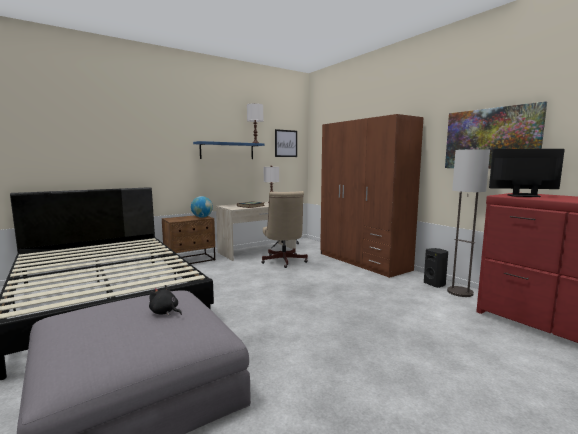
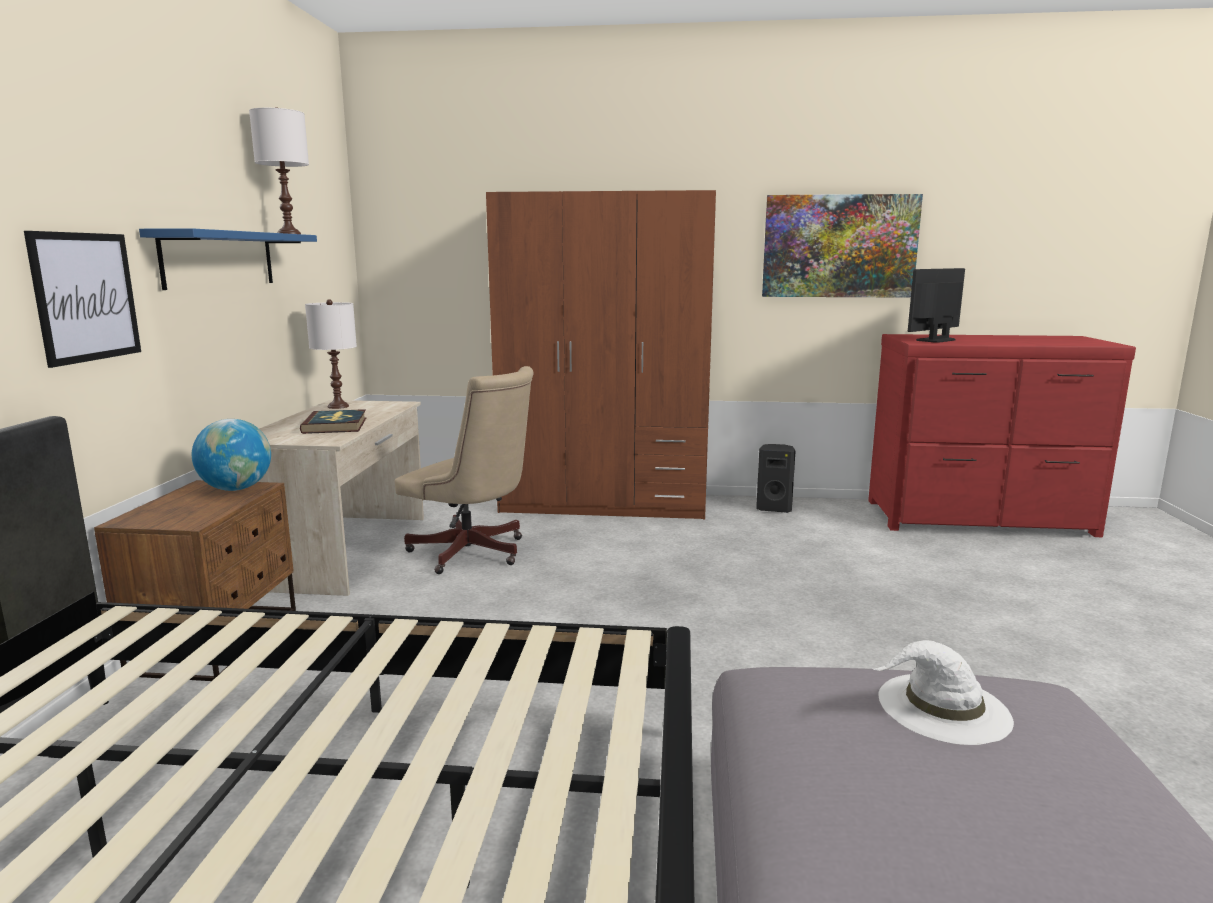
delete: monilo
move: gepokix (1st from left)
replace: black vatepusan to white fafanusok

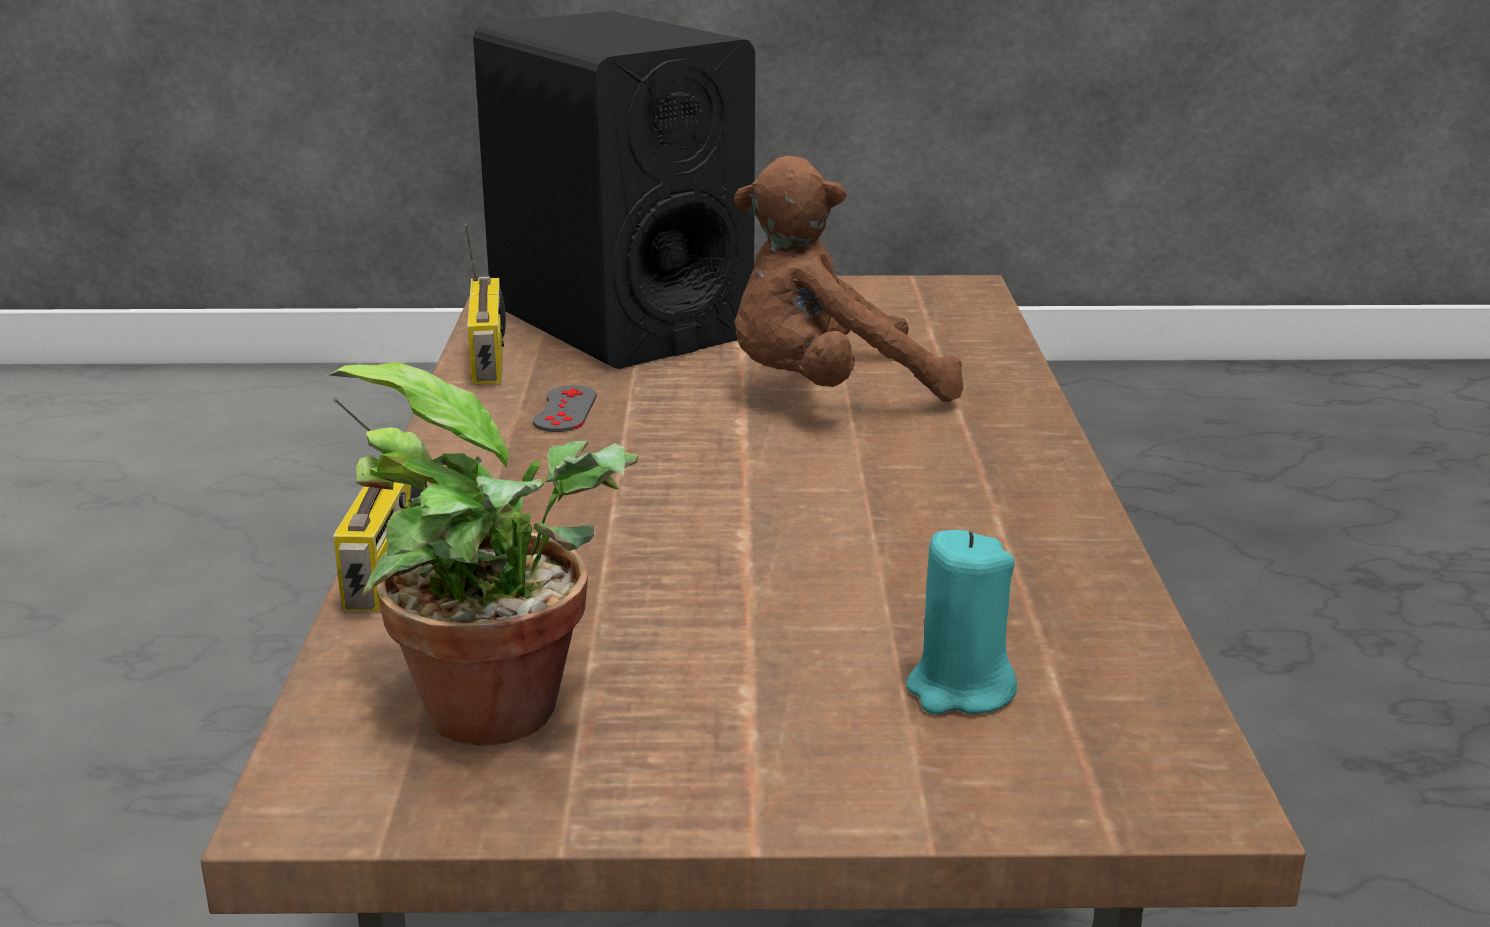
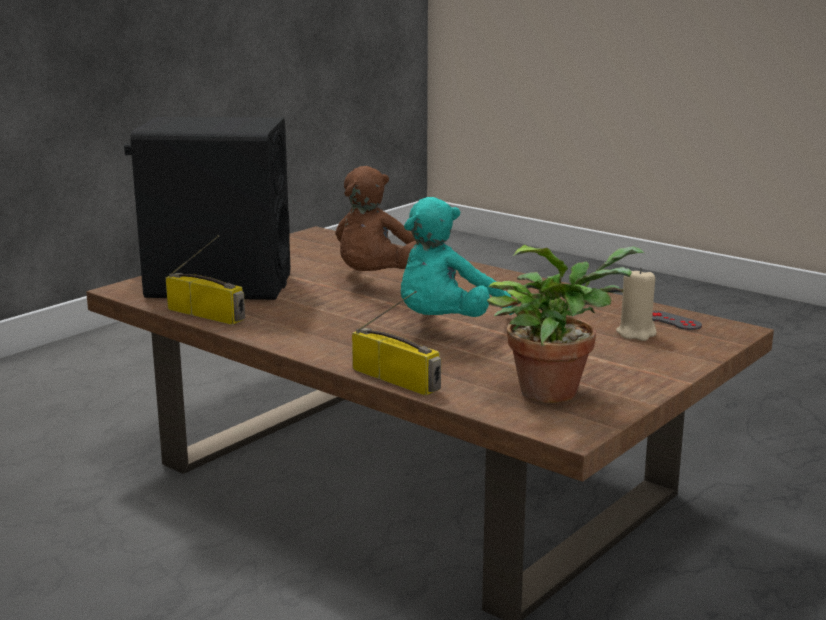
insert: turquoise vatepusan
move: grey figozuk
recolor: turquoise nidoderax to beige nidoderax

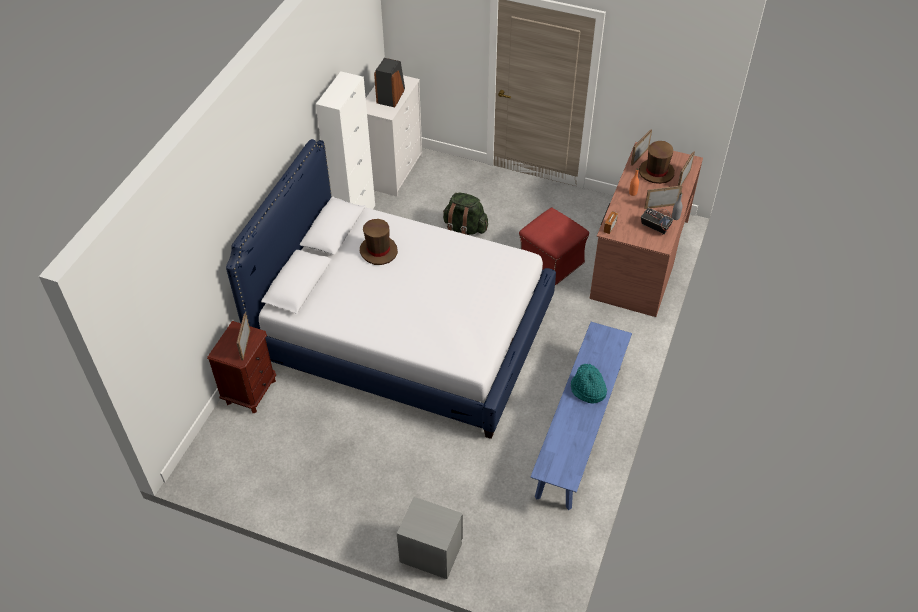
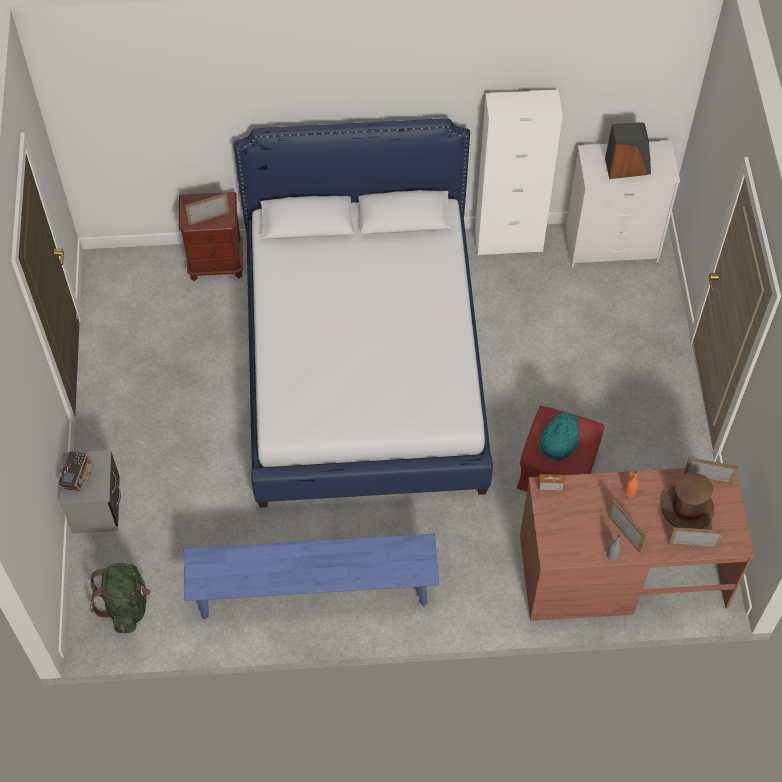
delete: brown fafanusok (1st from left)
move: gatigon (2nd from left in the first image) to gatigon (1st from left); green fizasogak; turquoise fafanusok

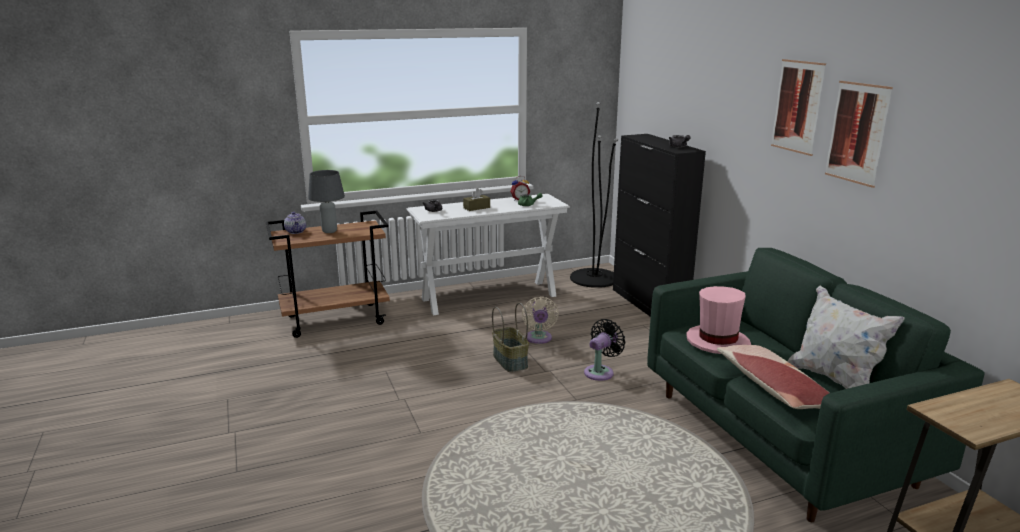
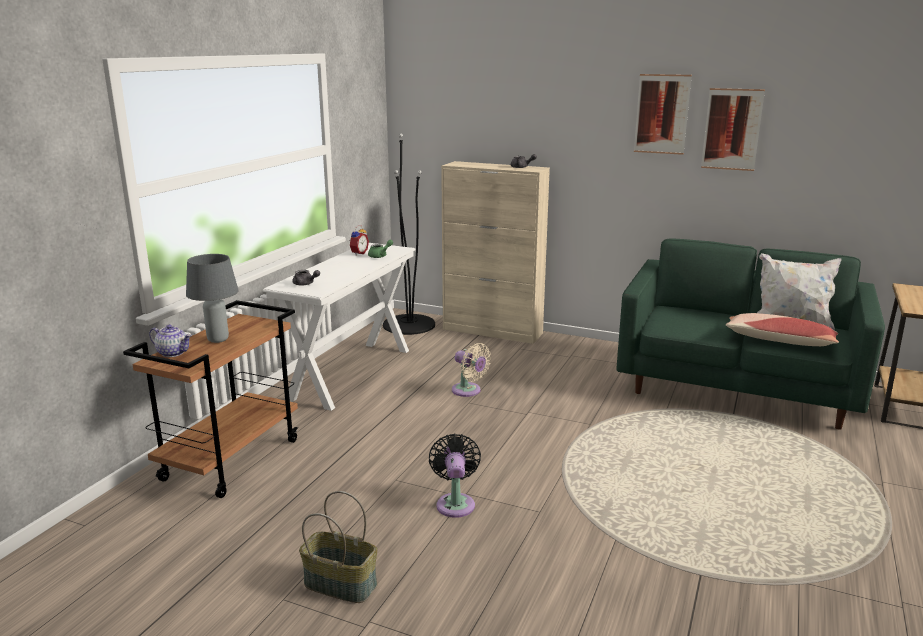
delete: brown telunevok; pink fafanusok
move: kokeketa; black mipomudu
recolor: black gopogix to beige gopogix

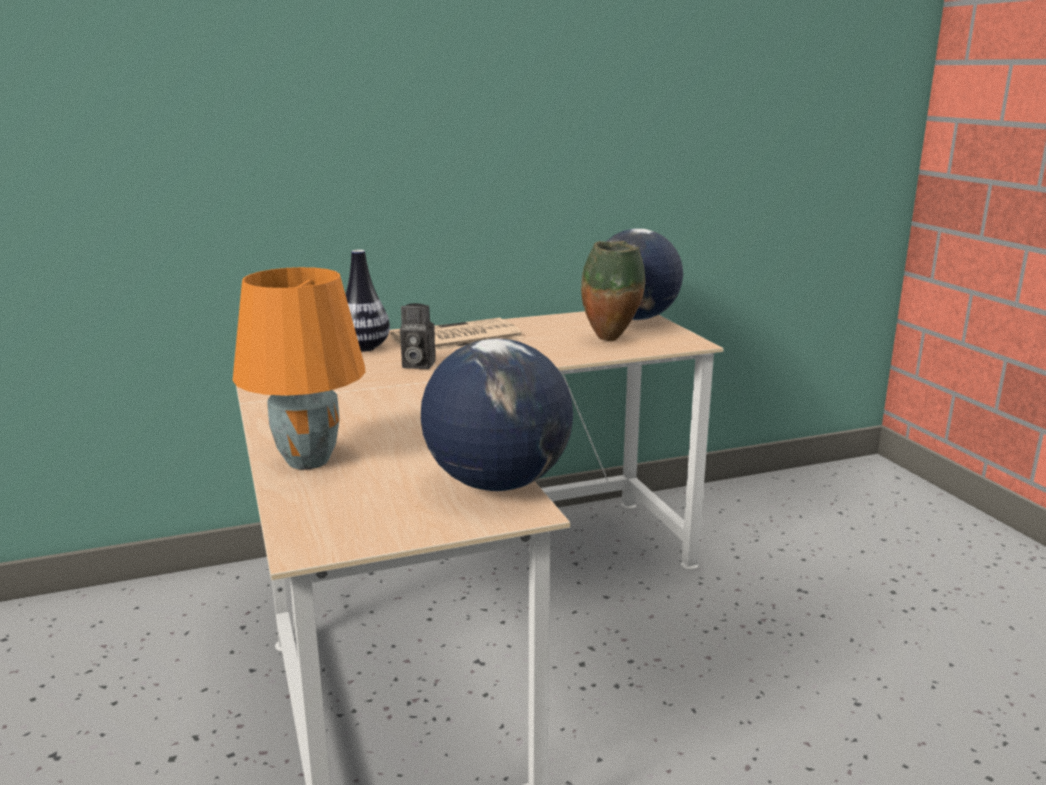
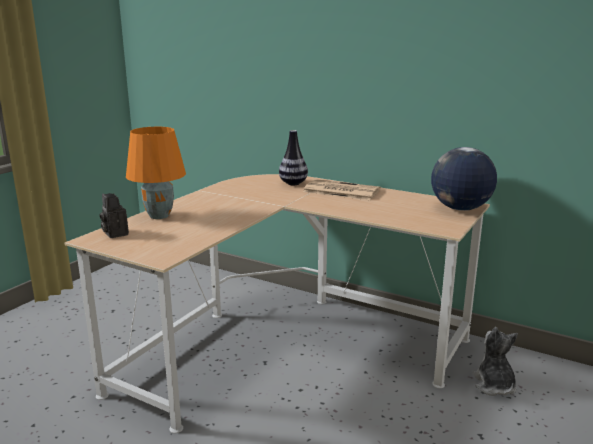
delete: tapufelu (1st from left); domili (2nd from left)
insert: vatepusan
move: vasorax

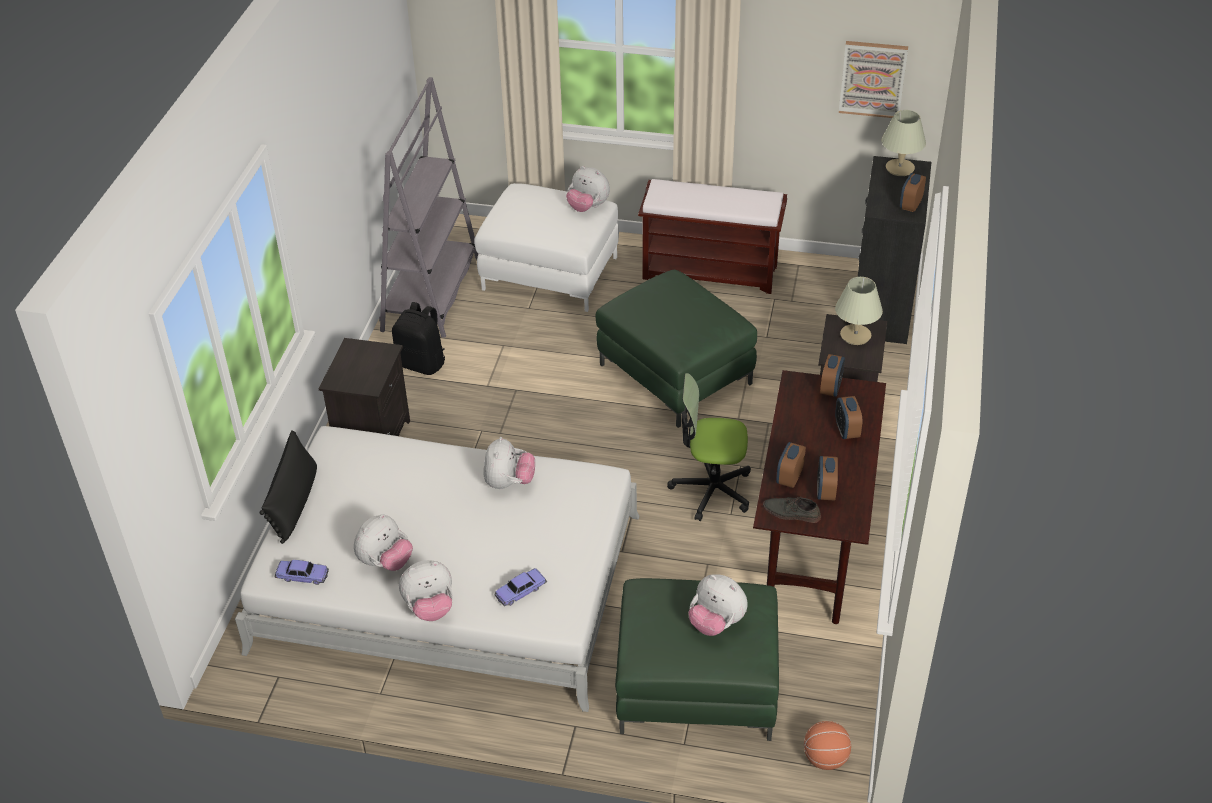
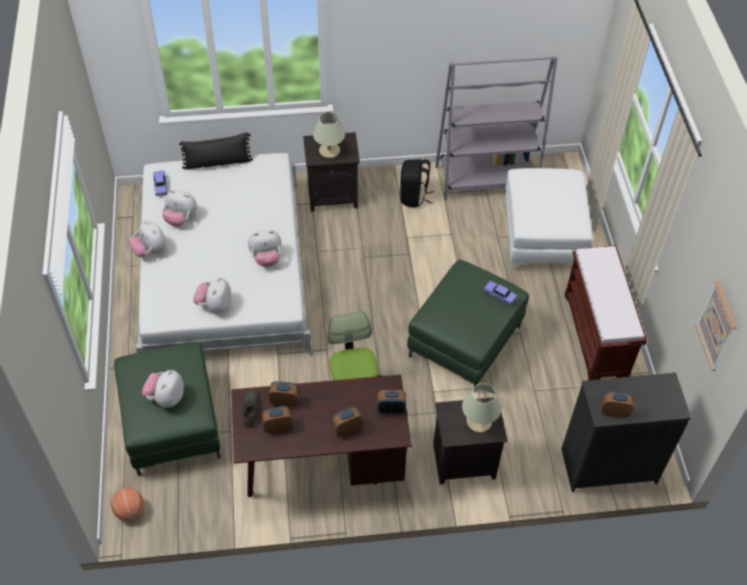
move: vatepusan (4th from left); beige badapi (2nd from left in the first image) to beige badapi (1st from left); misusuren (2nd from left)

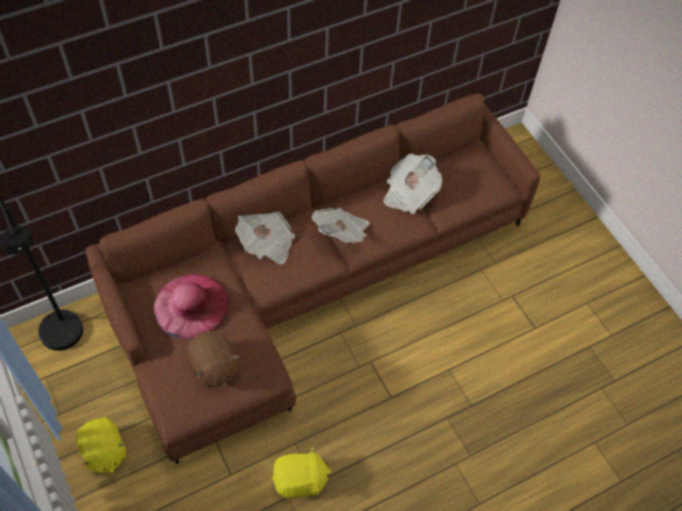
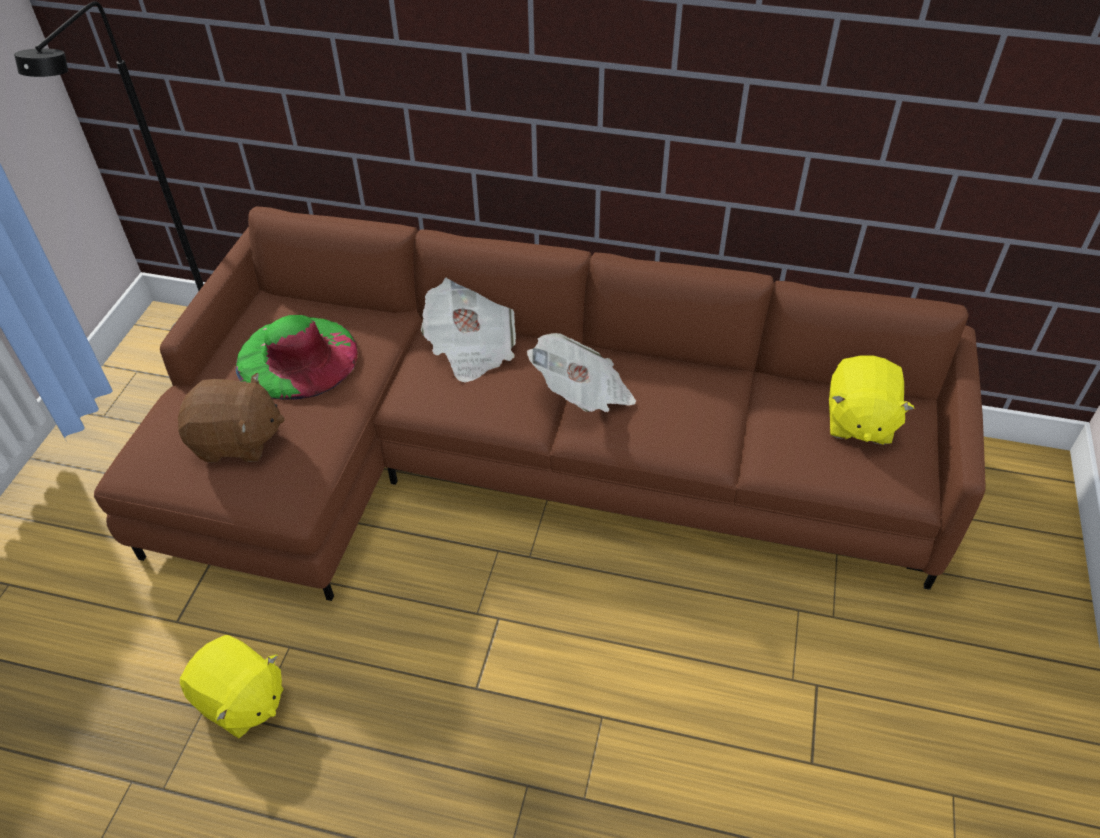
delete: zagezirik (3rd from left)
move: yellow vatepusan (1st from left in the first image) to yellow vatepusan (2nd from left)
recolor: pink fafanusok to green fafanusok
rotate: brown vatepusan 105 degrees counterclockwise

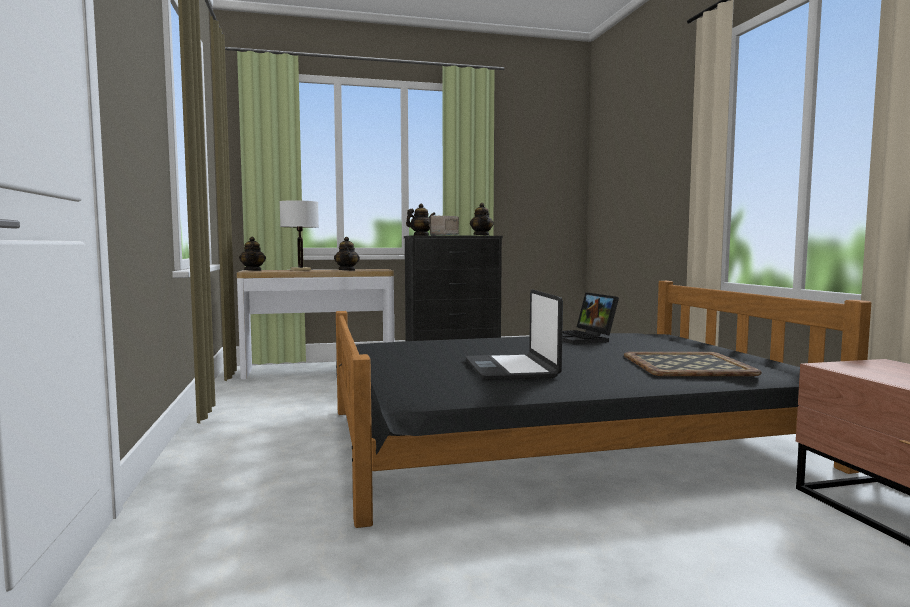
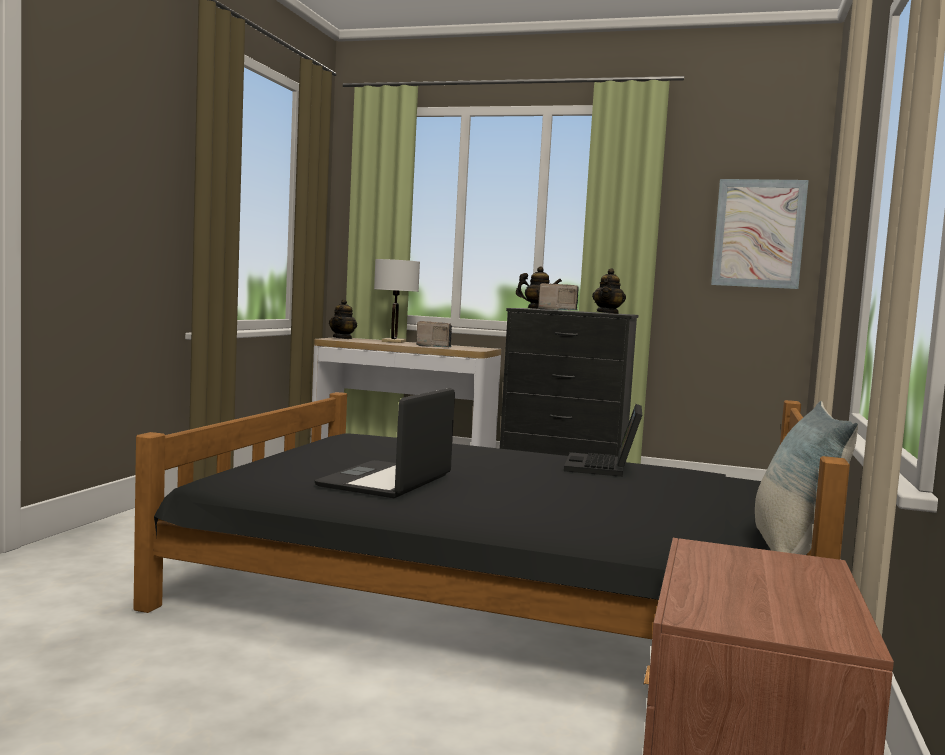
delete: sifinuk
insert: gepokix; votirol
replace: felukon (2nd from left) to gatigon (1st from left)

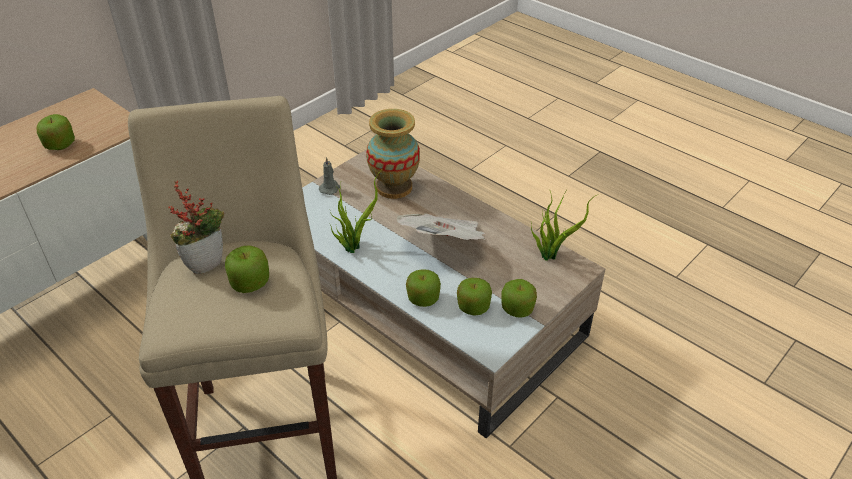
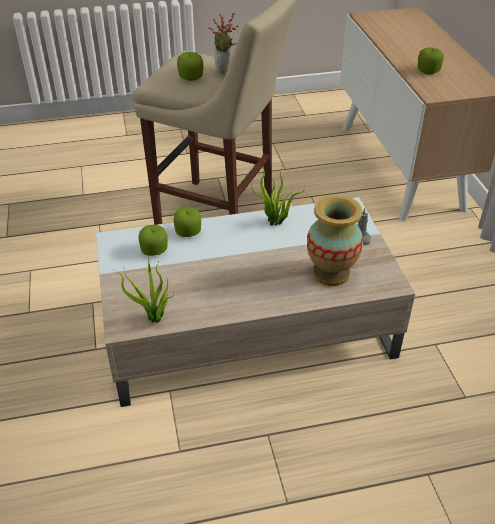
delete: zagezirik; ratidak (5th from left)

